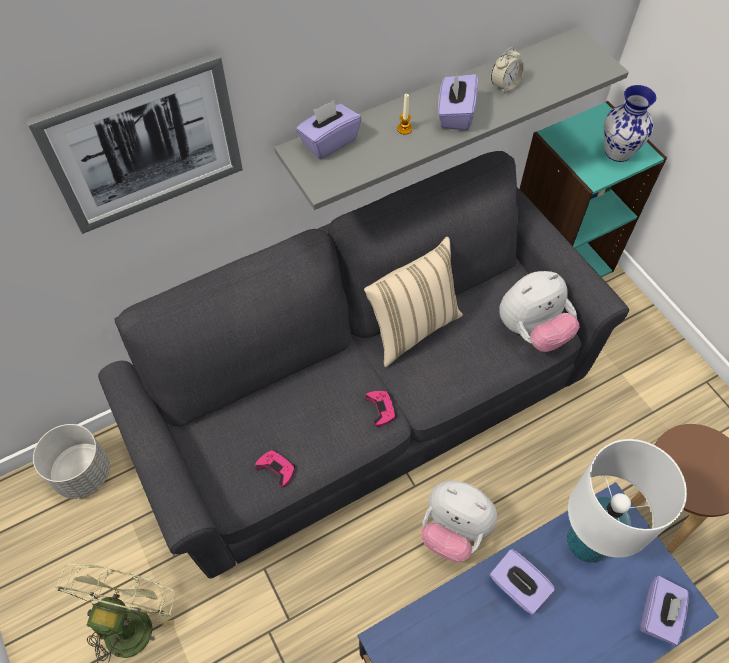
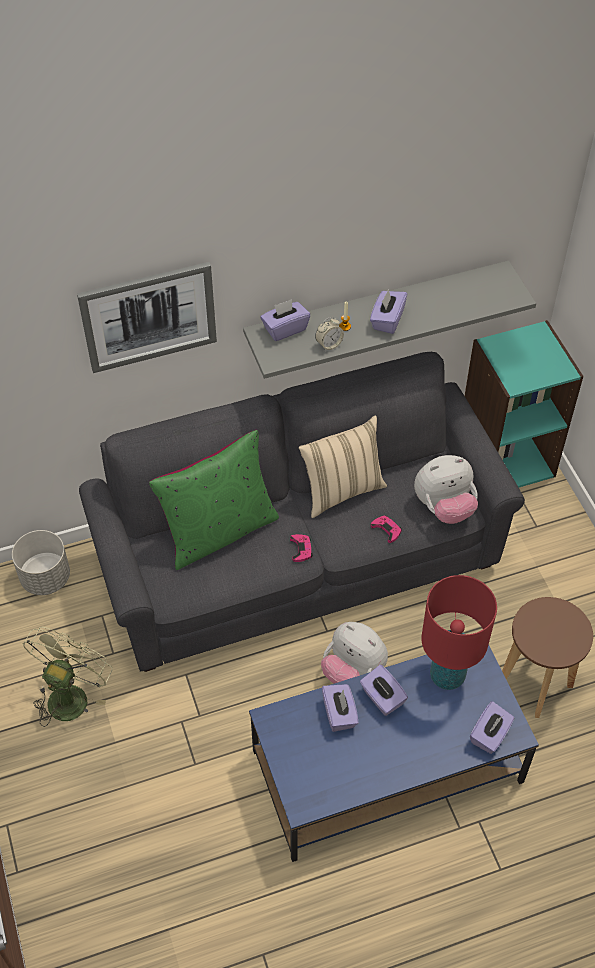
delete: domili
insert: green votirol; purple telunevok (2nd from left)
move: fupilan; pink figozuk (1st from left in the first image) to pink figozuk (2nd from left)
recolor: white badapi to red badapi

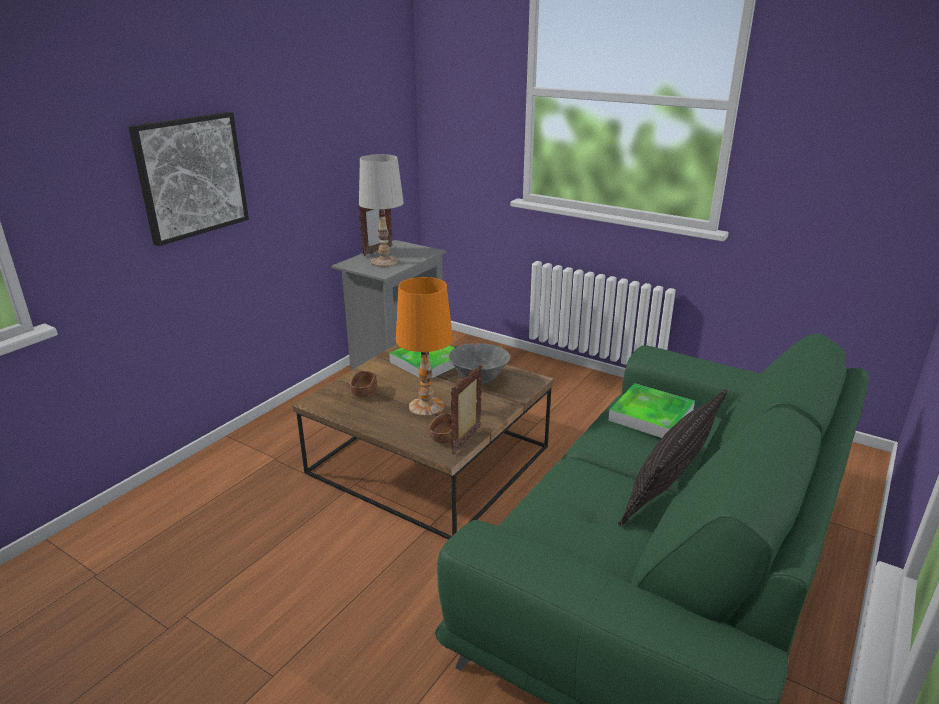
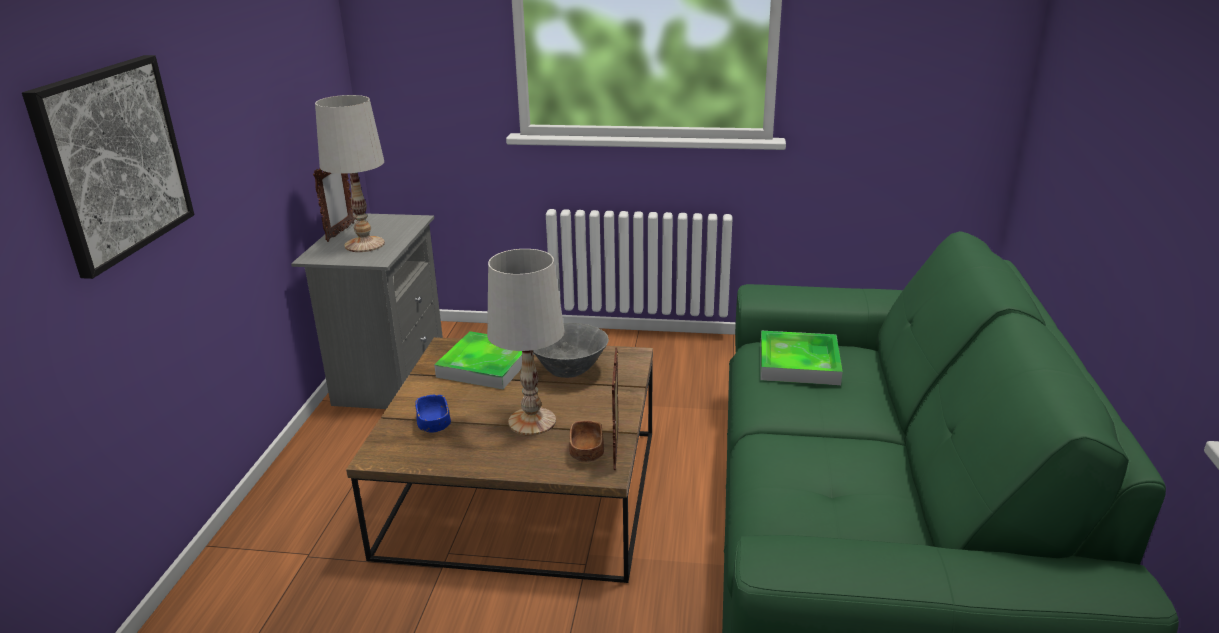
delete: votirol
recolor: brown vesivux (1st from left) to blue vesivux; orange badapi to white badapi (2nd from left)

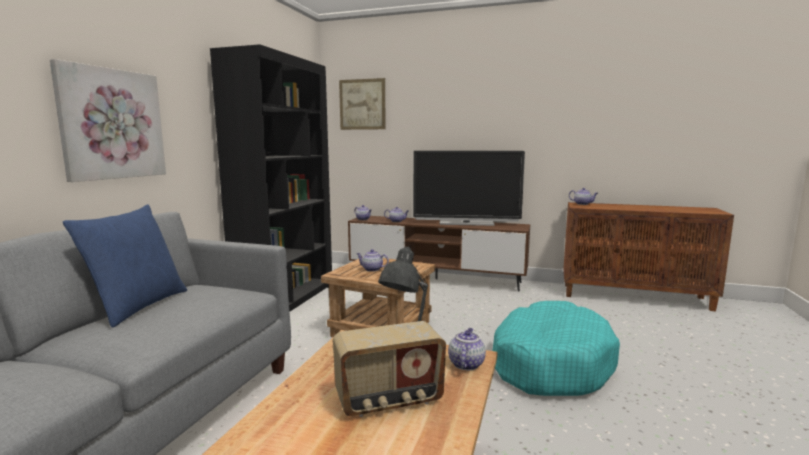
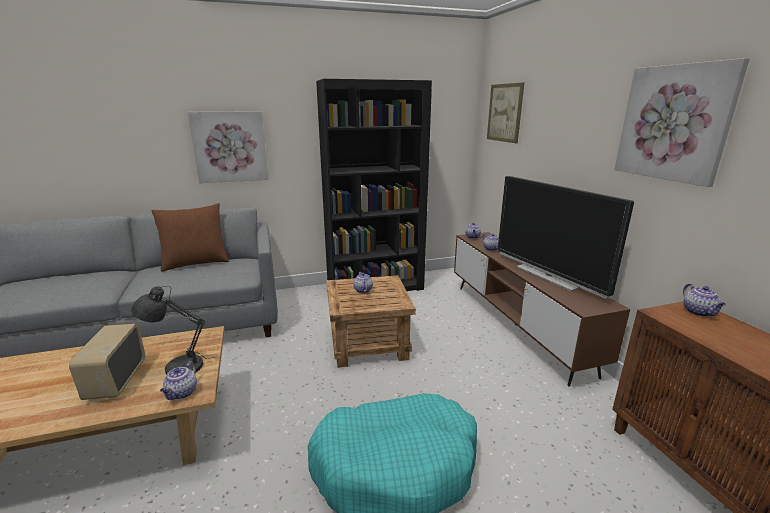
insert: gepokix (3rd from left)
recolor: blue votirol to brown votirol
rotate: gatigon 45 degrees clockwise; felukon (4th from left in the first image) 120 degrees clockwise

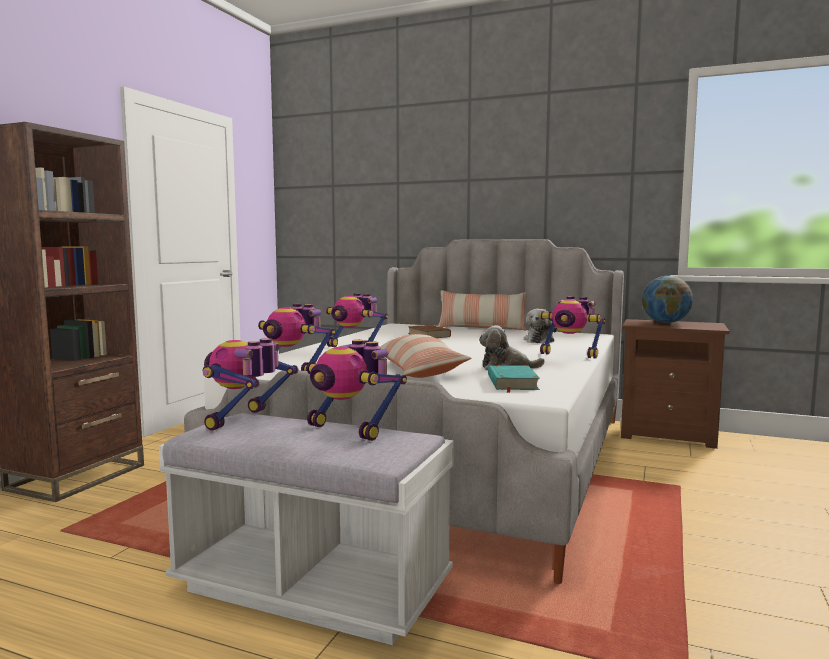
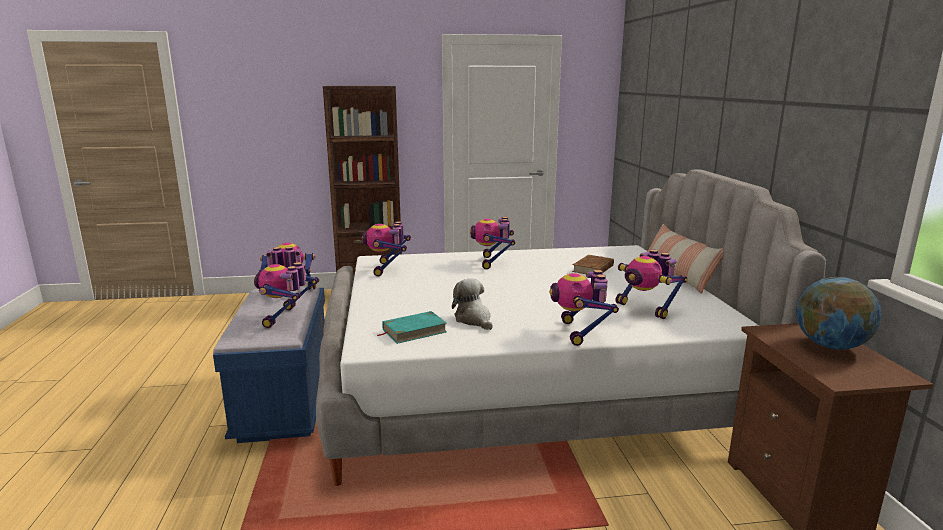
delete: votirol (1st from left)
replace: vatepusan (2nd from left) to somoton (6th from left)
recolor: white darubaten to blue darubaten

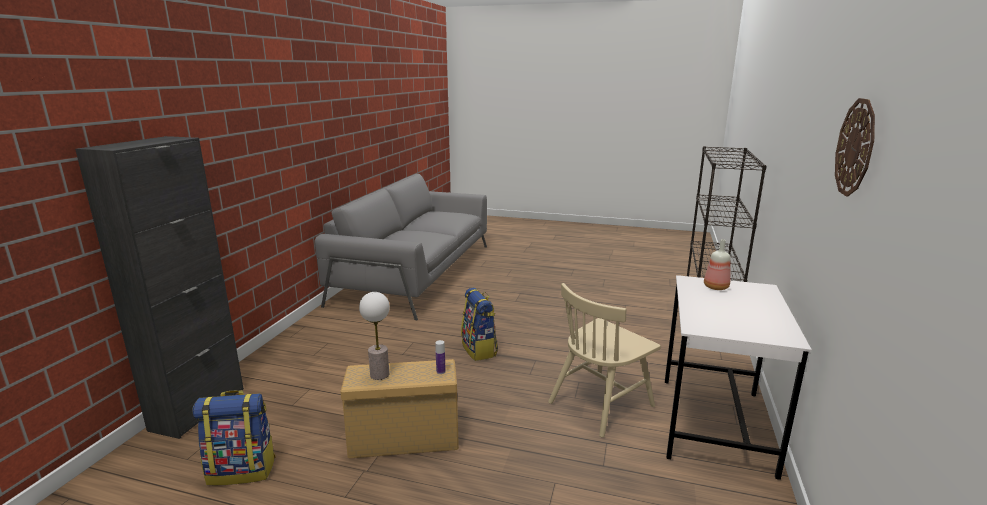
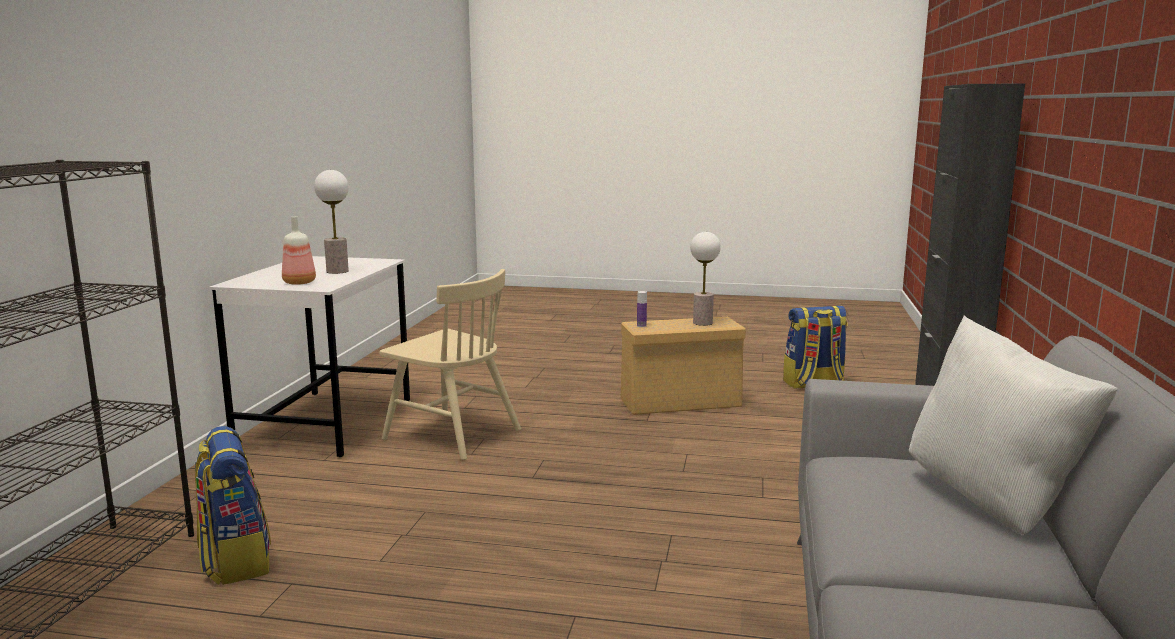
delete: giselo
insert: badapi (1st from left); white votirol
move: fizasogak (2nd from left in the first image) to fizasogak (1st from left)
rotate: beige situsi 75 degrees clockwise

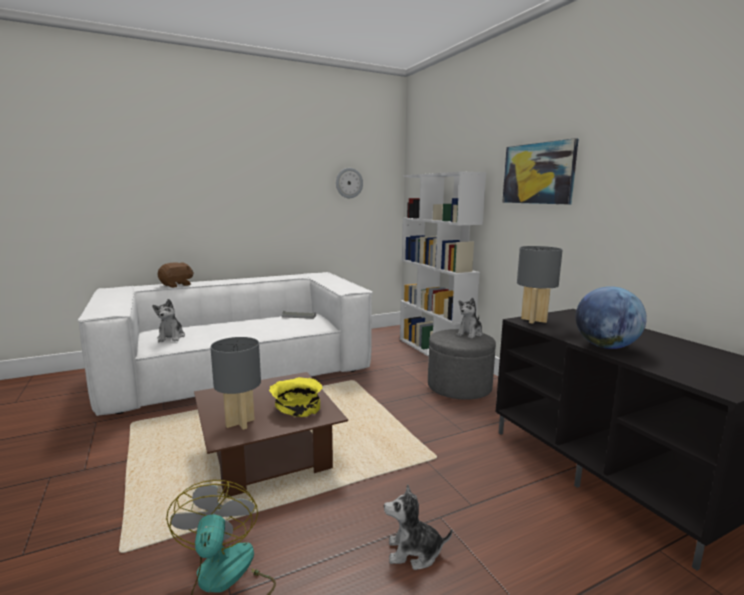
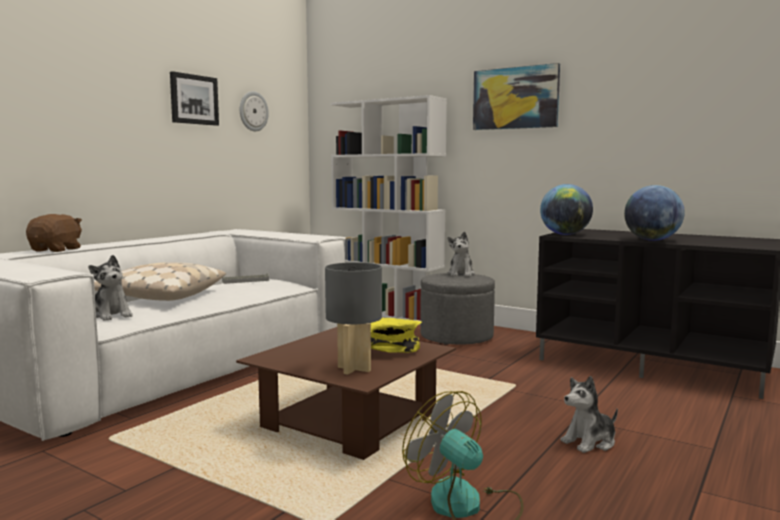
insert: beige votirol; gepokix (1st from left)
replace: grey badapi (2nd from left) to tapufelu (1st from left)

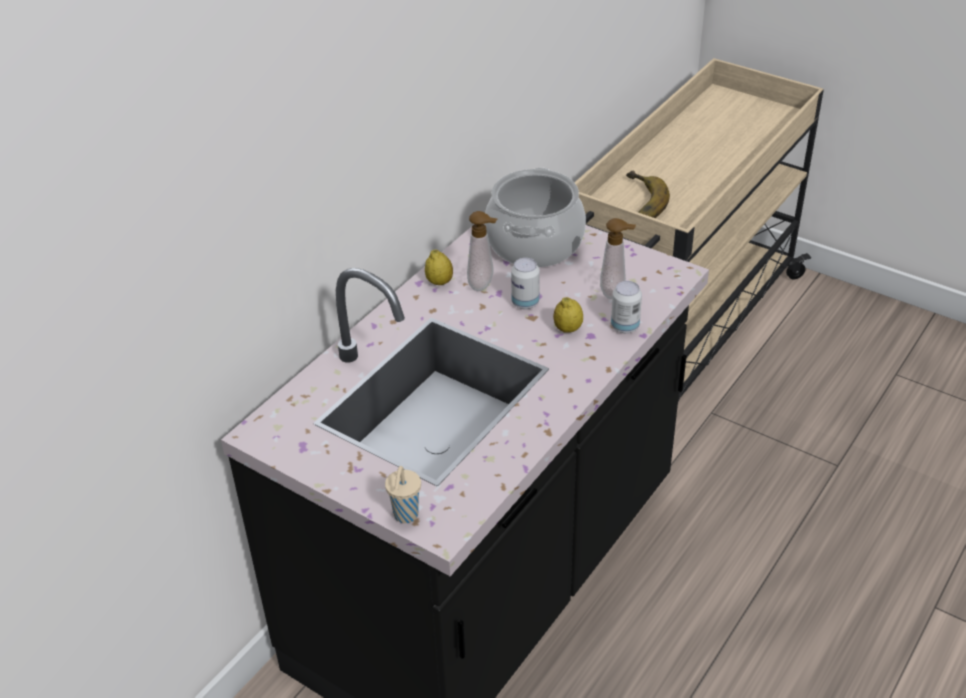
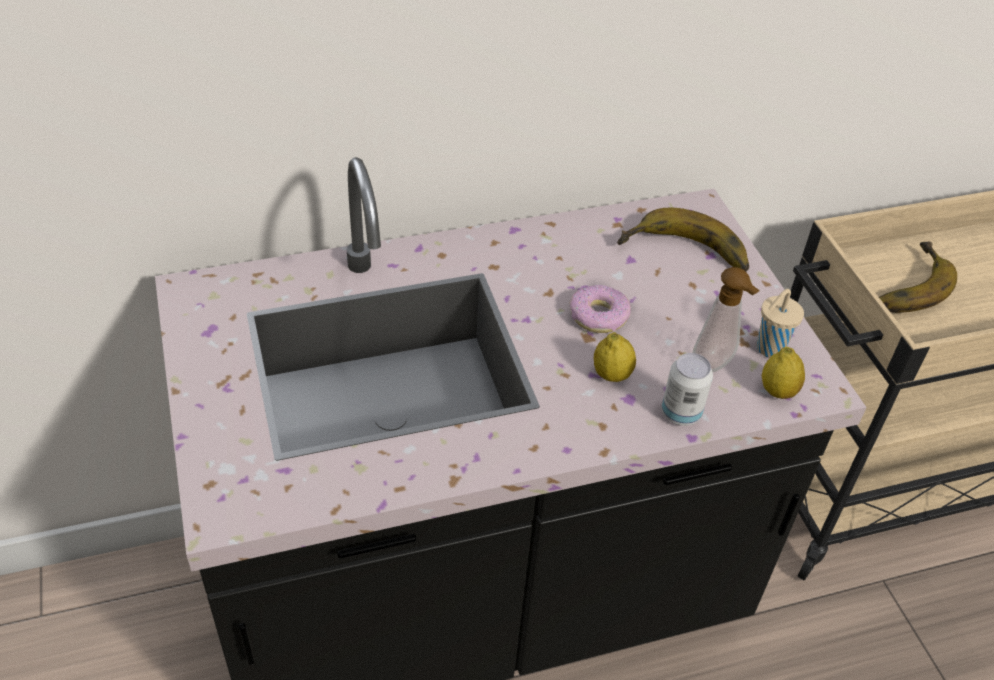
delete: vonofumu (1st from left)
move: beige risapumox; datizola (1st from left in the first image) to datizola (2nd from left)
replace: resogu (1st from left) to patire; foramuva to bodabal (1st from left)

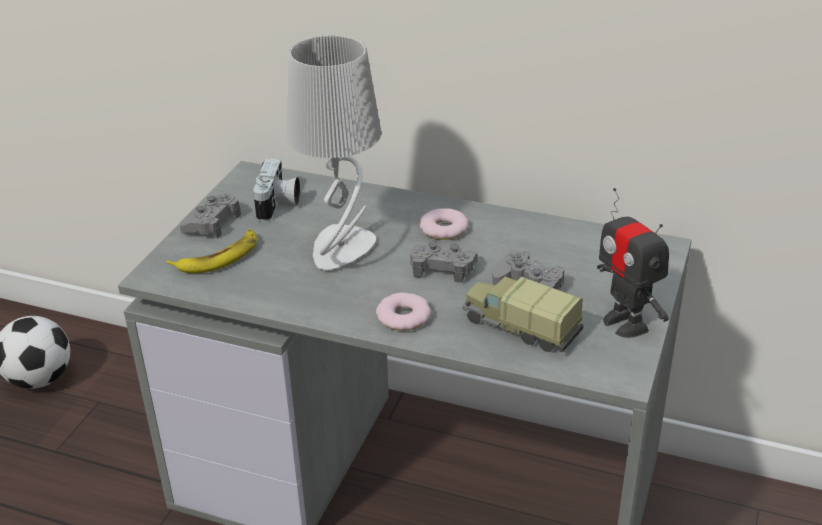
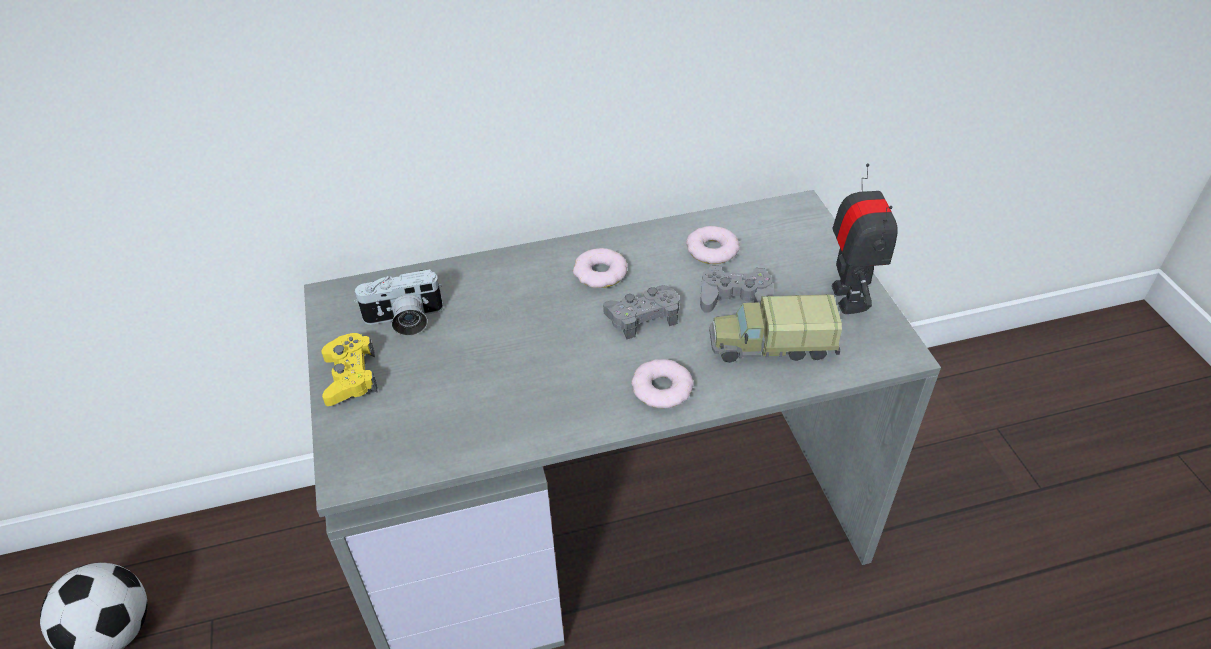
delete: bodabal; grey badapi
insert: patire (3rd from left)
recolor: grey figozuk (1st from left) to yellow figozuk
rotate: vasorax 105 degrees clockwise; somoton 120 degrees counterclockwise

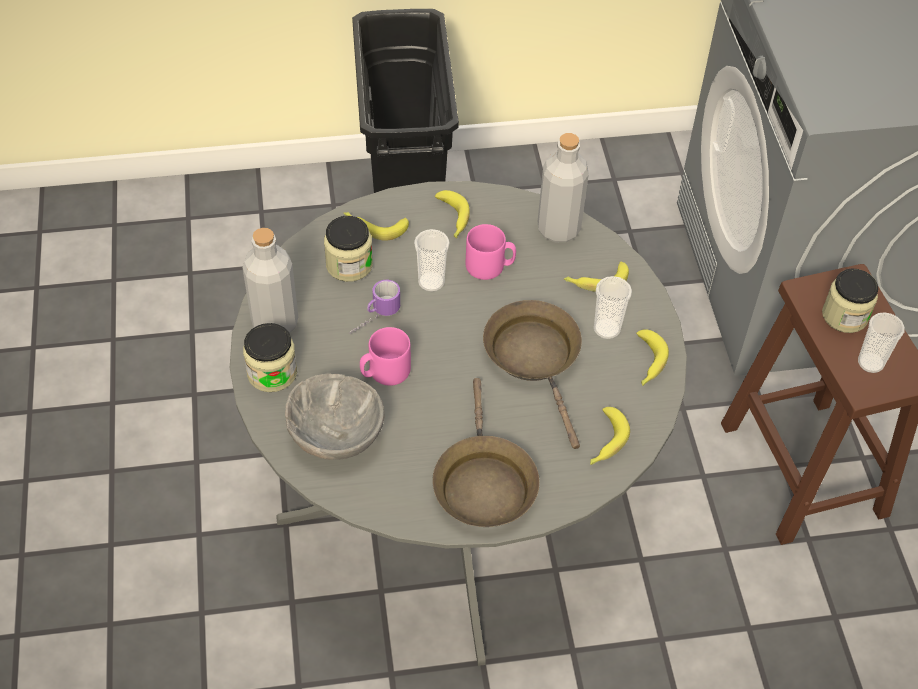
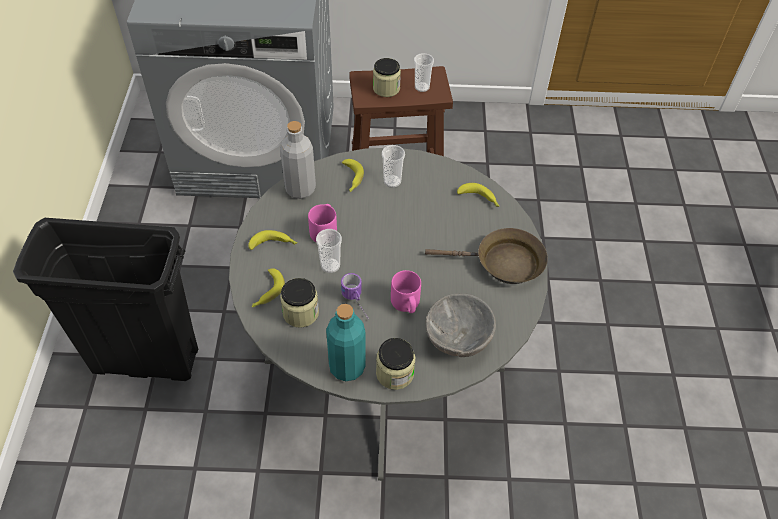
delete: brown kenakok (2nd from left); bodabal (5th from left)
recolor: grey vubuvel (1st from left) to turquoise vubuvel

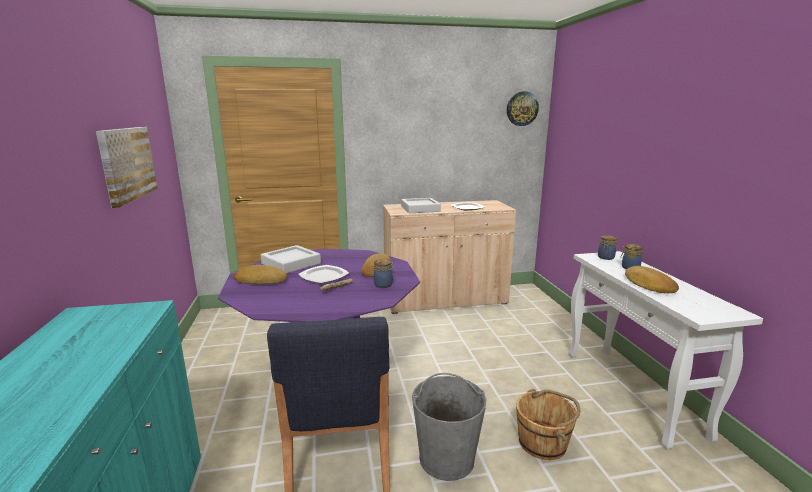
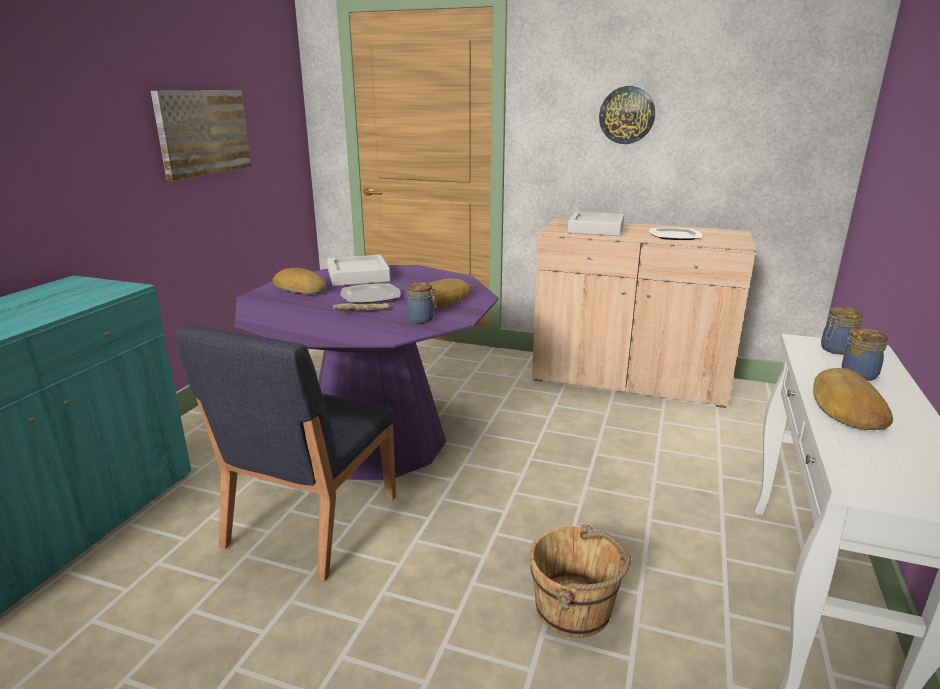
delete: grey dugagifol
move: giselo

